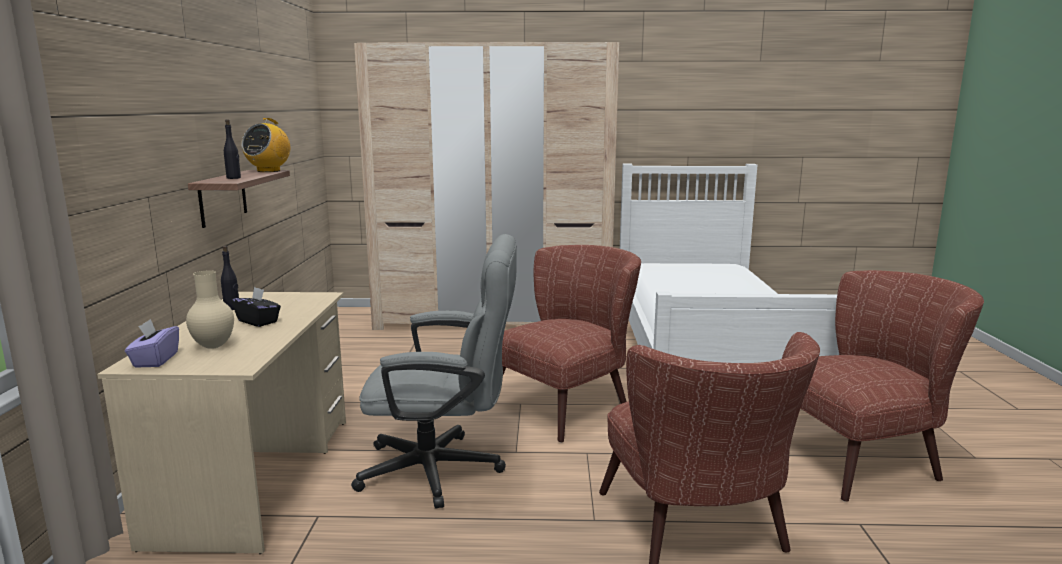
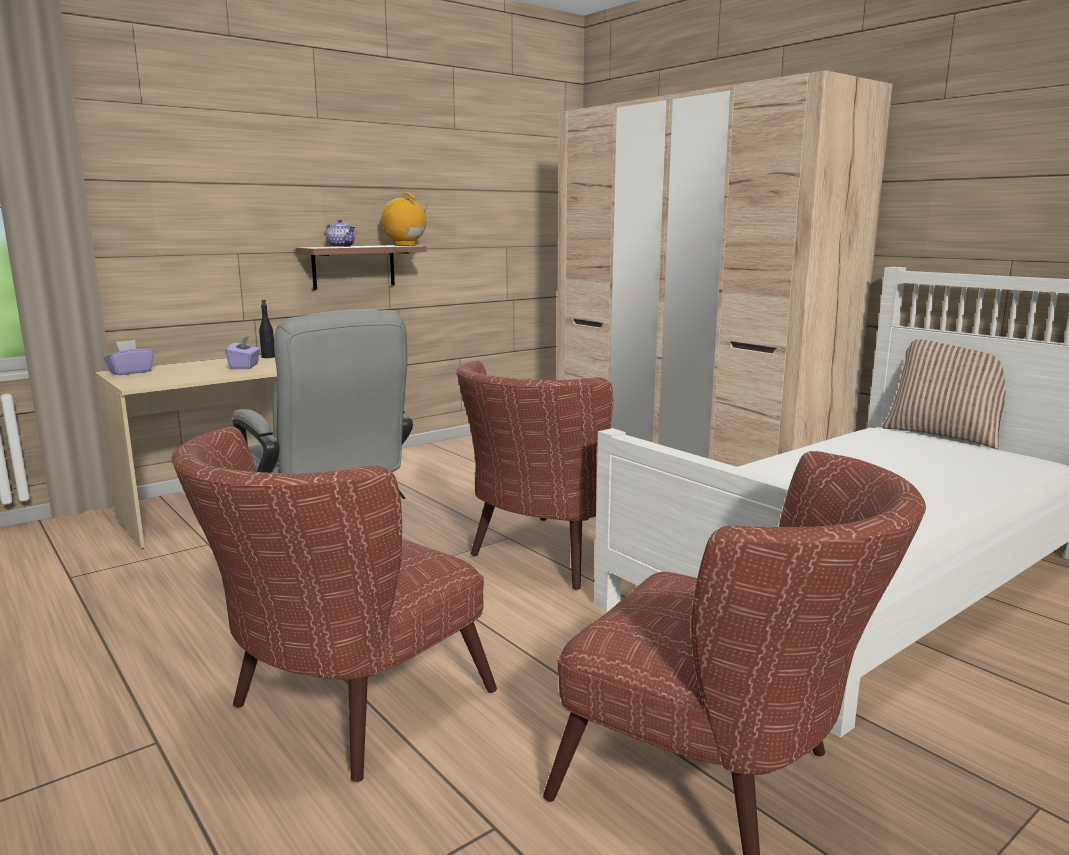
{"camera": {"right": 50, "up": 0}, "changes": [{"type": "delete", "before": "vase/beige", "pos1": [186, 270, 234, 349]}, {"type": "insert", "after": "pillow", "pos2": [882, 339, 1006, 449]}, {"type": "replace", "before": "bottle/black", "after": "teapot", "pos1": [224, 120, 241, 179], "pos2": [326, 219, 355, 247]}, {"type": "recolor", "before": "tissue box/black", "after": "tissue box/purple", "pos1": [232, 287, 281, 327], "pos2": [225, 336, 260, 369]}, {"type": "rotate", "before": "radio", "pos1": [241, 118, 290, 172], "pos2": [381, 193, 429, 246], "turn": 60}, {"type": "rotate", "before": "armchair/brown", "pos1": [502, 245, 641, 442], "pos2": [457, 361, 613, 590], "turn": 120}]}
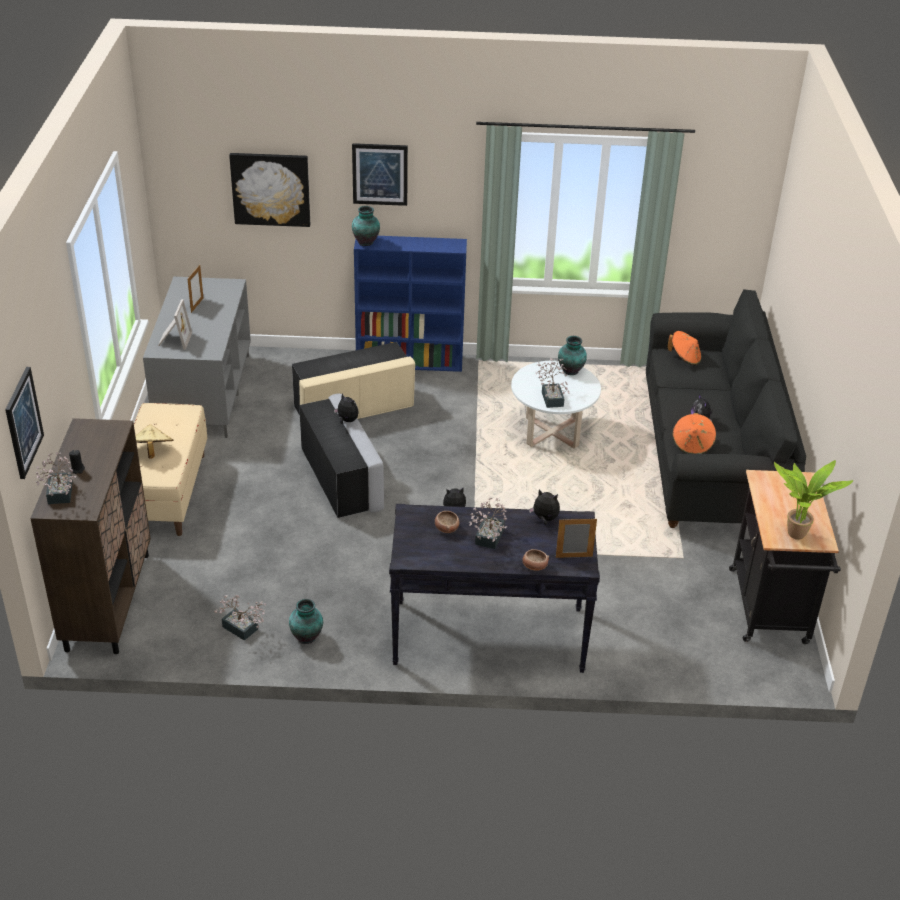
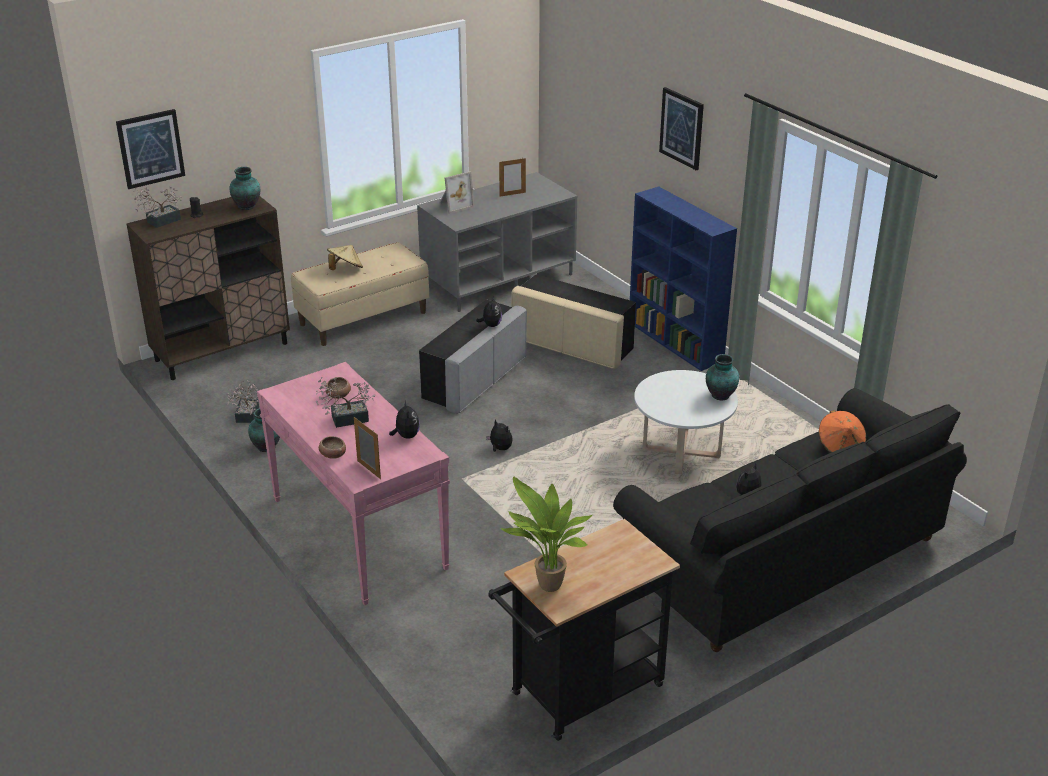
{"camera": {"right": 55, "up": -5}, "changes": [{"type": "delete", "before": "picture", "pos1": [229, 153, 310, 227]}, {"type": "delete", "before": "potted plant", "pos1": [535, 358, 570, 408]}, {"type": "delete", "before": "hat/orange", "pos1": [672, 413, 716, 454]}, {"type": "move", "before": "vase", "pos1": [352, 206, 380, 246], "pos2": [229, 167, 260, 210]}, {"type": "recolor", "before": "console table/black", "after": "console table/pink", "pos1": [389, 504, 600, 673], "pos2": [257, 362, 450, 606]}]}
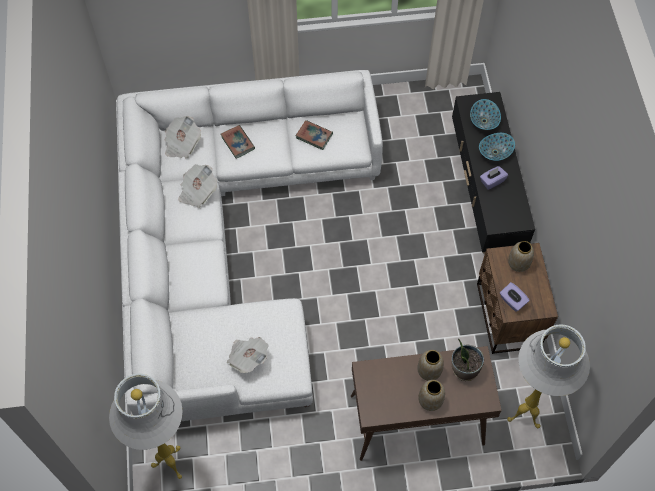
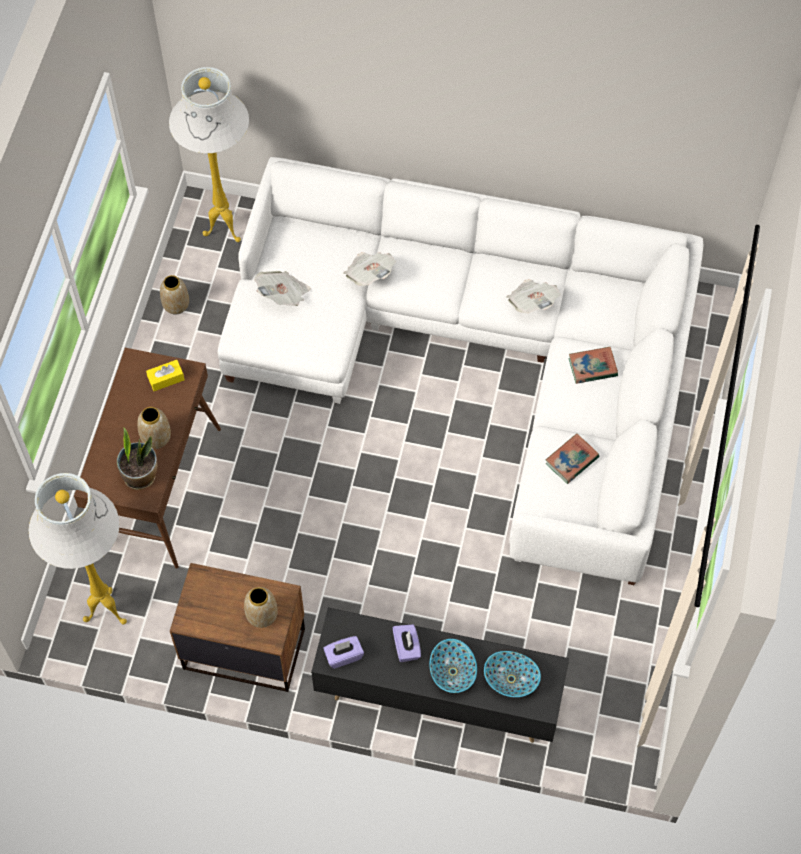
{"camera": {"right": 110, "up": 0}, "changes": [{"type": "insert", "after": "tissue box/yellow", "pos2": [146, 360, 184, 391]}, {"type": "move", "before": "newspaper", "pos1": [165, 116, 201, 158], "pos2": [343, 252, 396, 286]}, {"type": "move", "before": "vase", "pos1": [418, 380, 445, 411], "pos2": [160, 275, 189, 315]}, {"type": "move", "before": "tissue box/purple", "pos1": [500, 282, 530, 312], "pos2": [323, 636, 364, 669]}]}
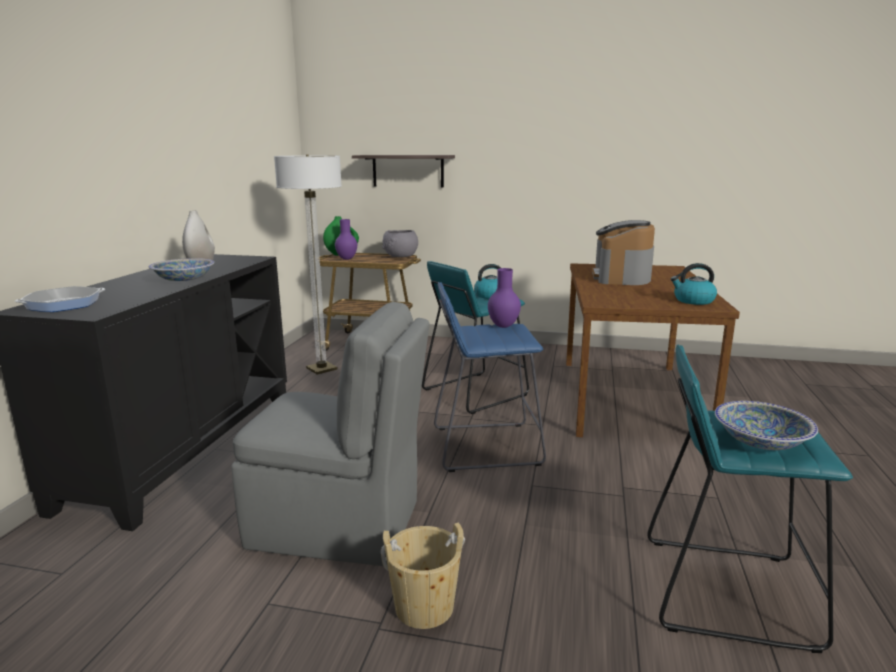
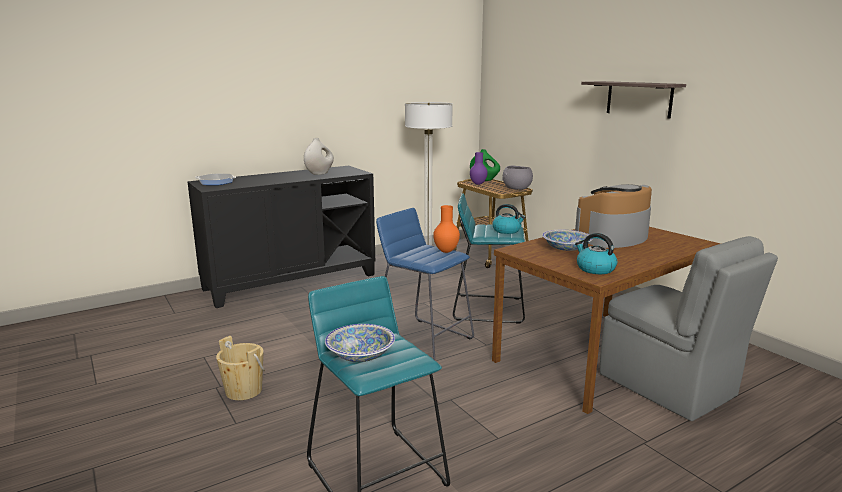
{"camera": {"right": 45, "up": 0}, "changes": [{"type": "move", "before": "bowl", "pos1": [149, 258, 214, 281], "pos2": [542, 230, 593, 251]}, {"type": "move", "before": "chair/grey", "pos1": [231, 302, 430, 566], "pos2": [600, 236, 778, 421]}, {"type": "move", "before": "shelf", "pos1": [352, 155, 455, 187], "pos2": [581, 81, 686, 119]}, {"type": "recolor", "before": "vase/purple", "after": "vase/orange", "pos1": [488, 268, 521, 328], "pos2": [433, 205, 460, 253]}]}
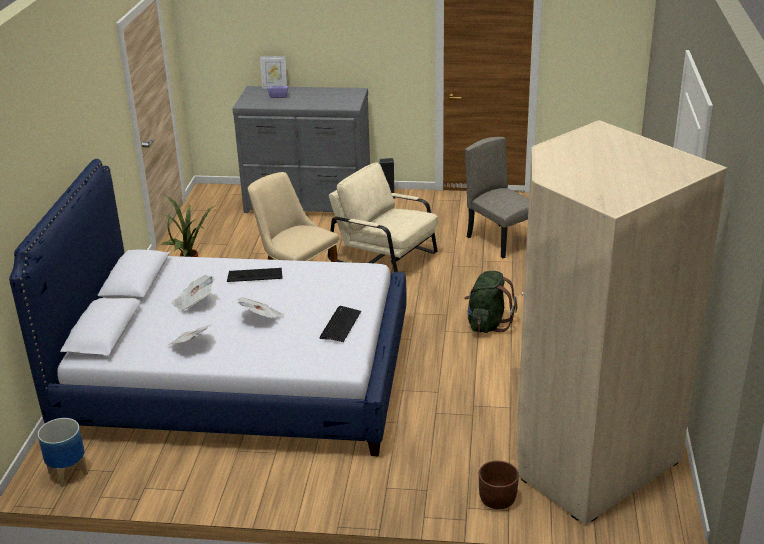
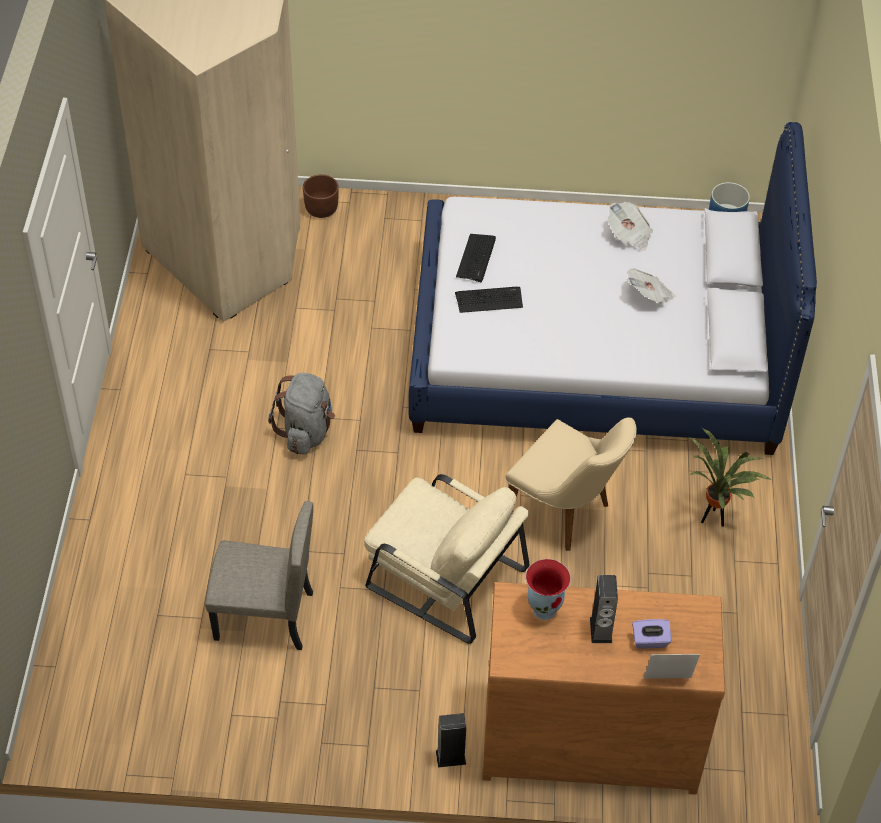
{"camera": {"right": 175, "up": 20}, "changes": [{"type": "delete", "before": "newspaper", "pos1": [237, 298, 284, 318]}, {"type": "insert", "after": "vase", "pos2": [526, 559, 571, 620]}, {"type": "insert", "after": "speaker", "pos2": [590, 575, 618, 643]}, {"type": "move", "before": "keyboard", "pos1": [227, 268, 283, 282], "pos2": [455, 287, 523, 313]}, {"type": "recolor", "before": "dresser/grey", "after": "dresser/brown", "pos1": [233, 86, 370, 213], "pos2": [482, 582, 725, 795]}, {"type": "recolor", "before": "backpack/green", "after": "backpack/grey", "pos1": [464, 271, 517, 333], "pos2": [268, 373, 335, 455]}, {"type": "rotate", "before": "chair/beige", "pos1": [465, 137, 529, 258], "pos2": [205, 501, 313, 650], "turn": -45}]}
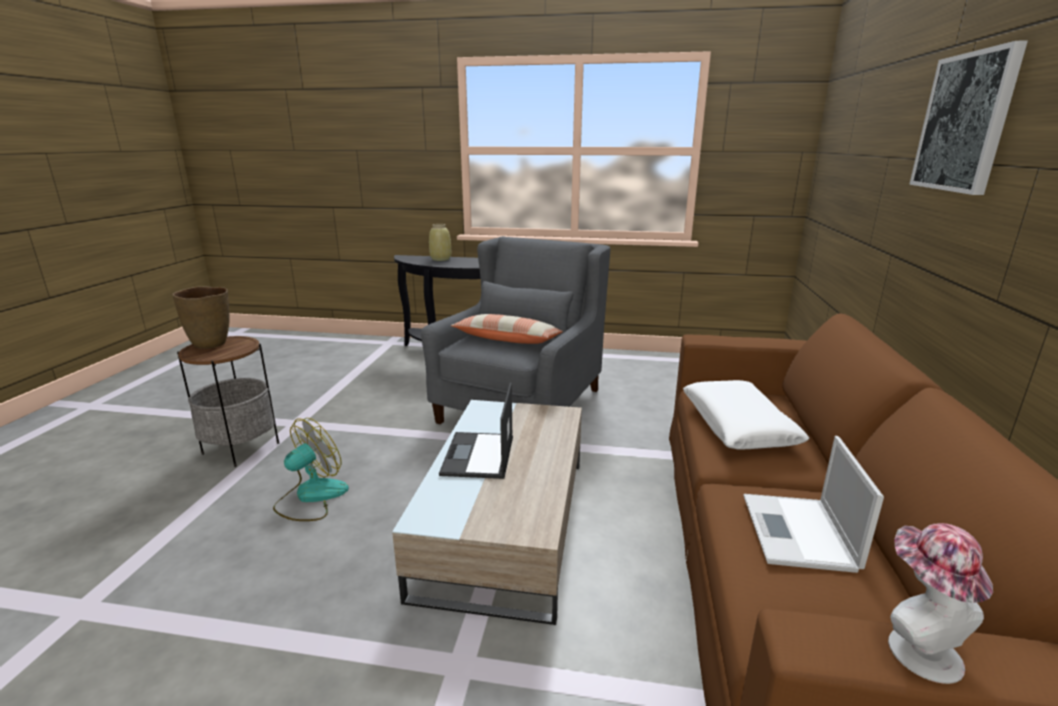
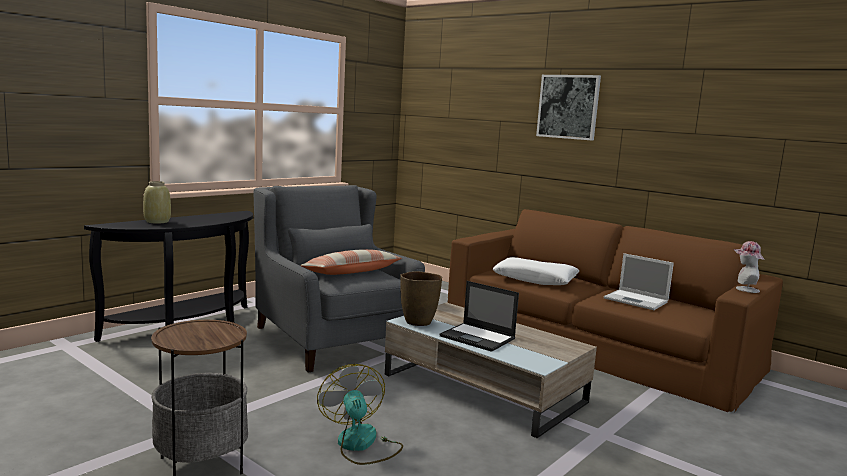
{"camera": {"right": -60, "up": -10}, "changes": [{"type": "move", "before": "vase/brown", "pos1": [172, 286, 229, 349], "pos2": [400, 271, 442, 326]}]}
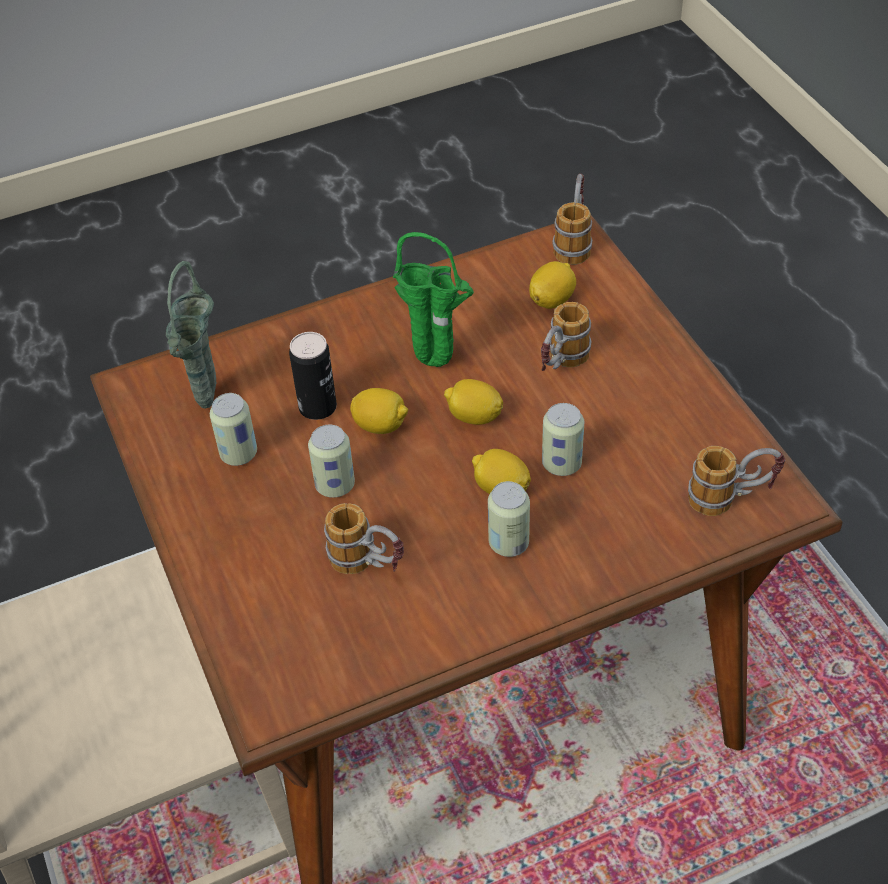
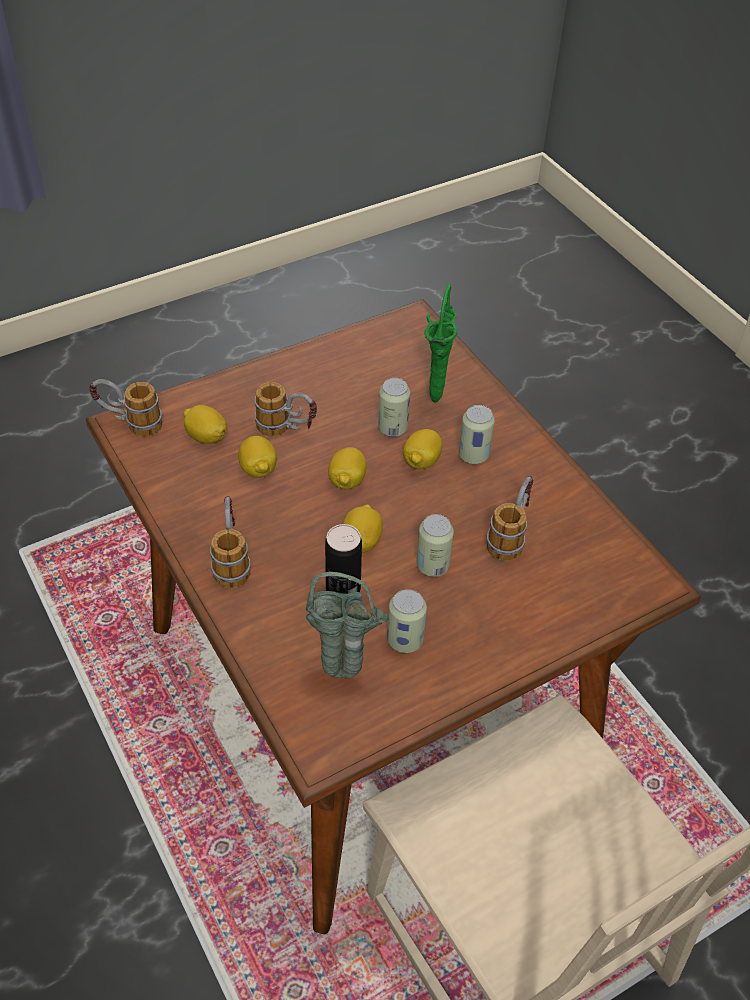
{"camera": {"right": -100, "up": 0}, "changes": [{"type": "insert", "after": "lemon", "pos2": [238, 436, 277, 478]}, {"type": "move", "before": "vase/green", "pos1": [393, 232, 474, 367], "pos2": [424, 283, 457, 402]}, {"type": "move", "before": "mug", "pos1": [688, 446, 785, 516], "pos2": [210, 496, 251, 588]}]}
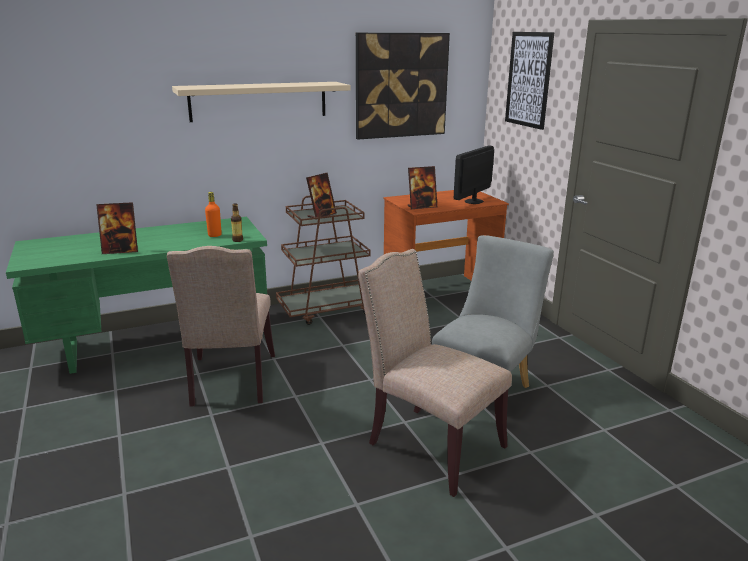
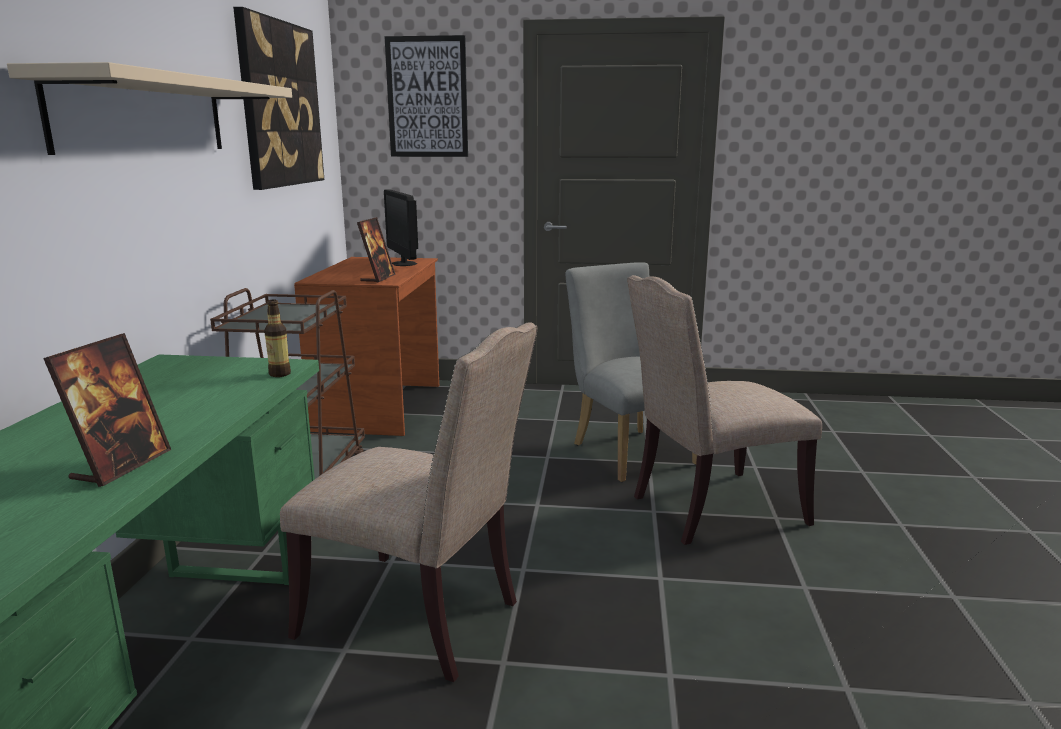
{"camera": {"right": -60, "up": -5}, "changes": [{"type": "delete", "before": "bottle/orange", "pos1": [205, 192, 222, 237]}, {"type": "delete", "before": "picture frame", "pos1": [306, 172, 337, 220]}]}
